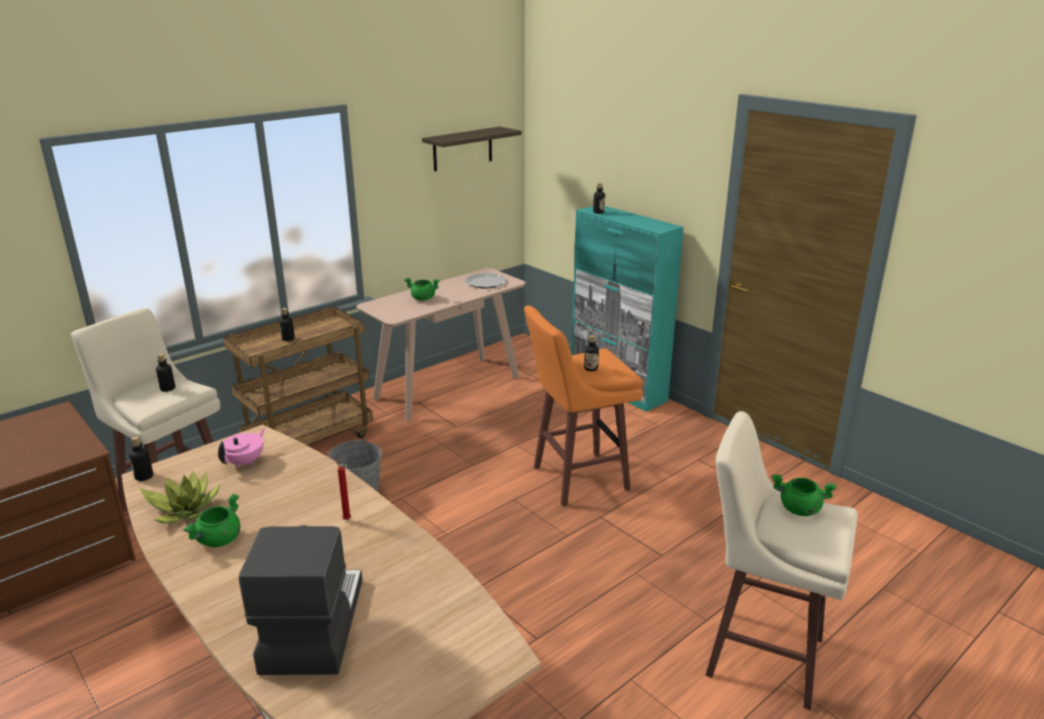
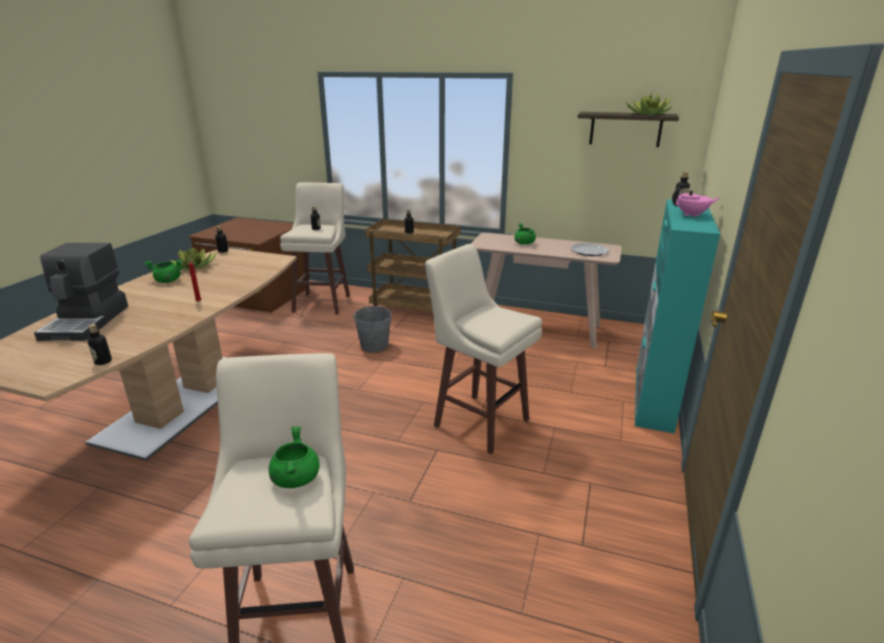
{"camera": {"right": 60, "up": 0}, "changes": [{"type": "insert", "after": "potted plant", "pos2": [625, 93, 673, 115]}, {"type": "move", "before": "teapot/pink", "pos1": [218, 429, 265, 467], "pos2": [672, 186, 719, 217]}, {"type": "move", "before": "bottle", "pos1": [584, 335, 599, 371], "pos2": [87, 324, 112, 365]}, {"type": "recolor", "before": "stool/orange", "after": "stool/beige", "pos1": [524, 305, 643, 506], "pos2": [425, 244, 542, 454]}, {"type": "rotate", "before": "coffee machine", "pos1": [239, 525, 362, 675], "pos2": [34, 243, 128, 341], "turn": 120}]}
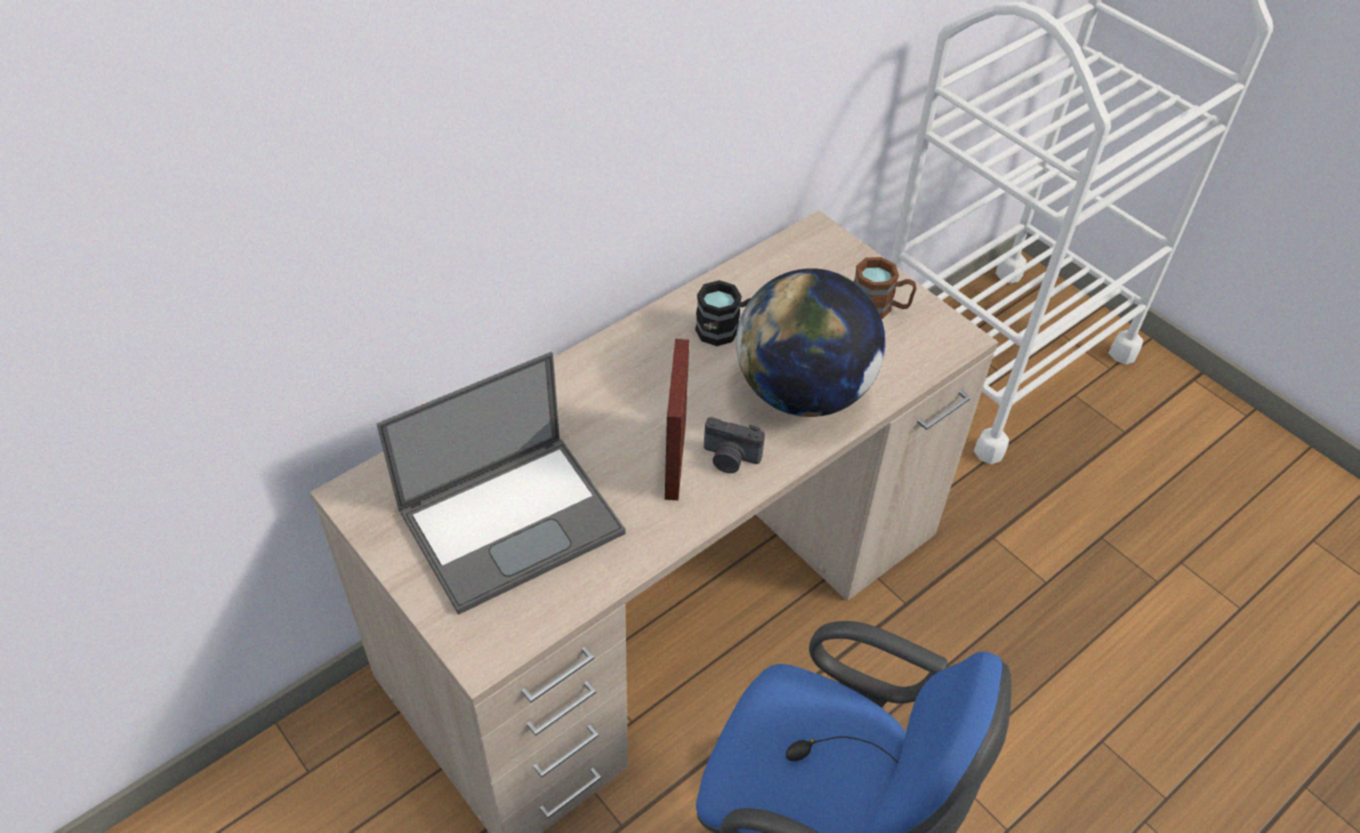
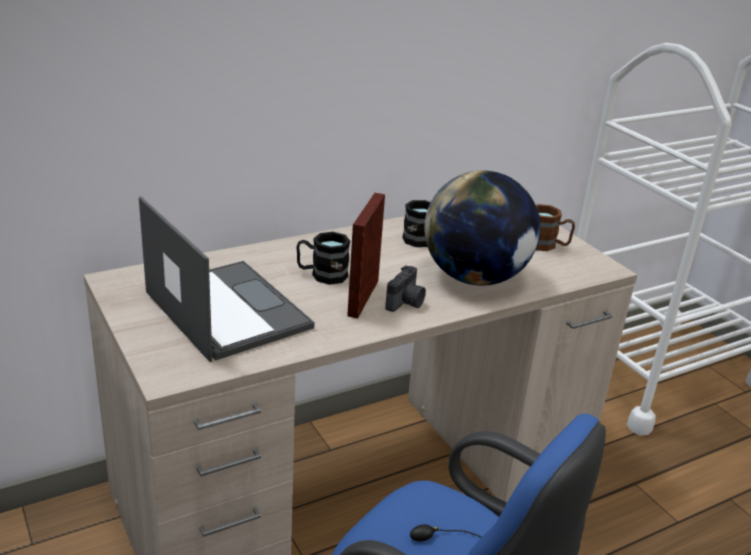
{"camera": {"right": 10, "up": -20}, "changes": [{"type": "insert", "after": "mug/black", "pos2": [296, 232, 350, 285]}, {"type": "rotate", "before": "laptop", "pos1": [377, 352, 625, 615], "pos2": [139, 197, 315, 362], "turn": -105}, {"type": "rotate", "before": "photo camera", "pos1": [704, 417, 765, 473], "pos2": [385, 265, 426, 312], "turn": -90}]}
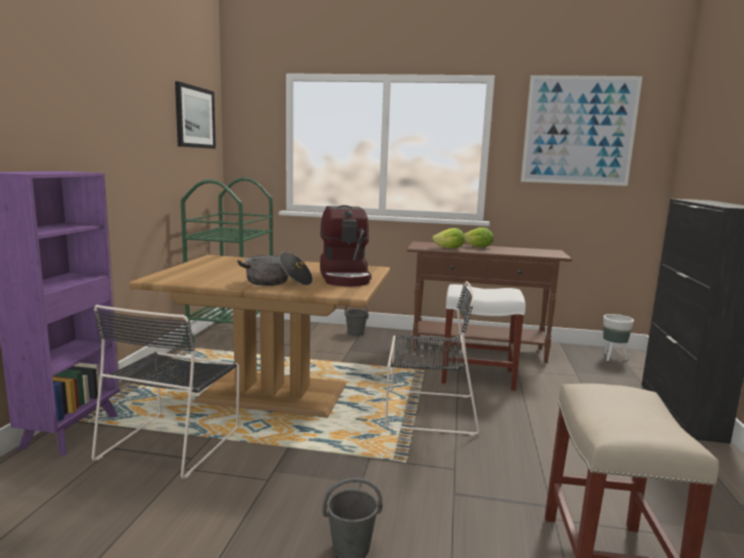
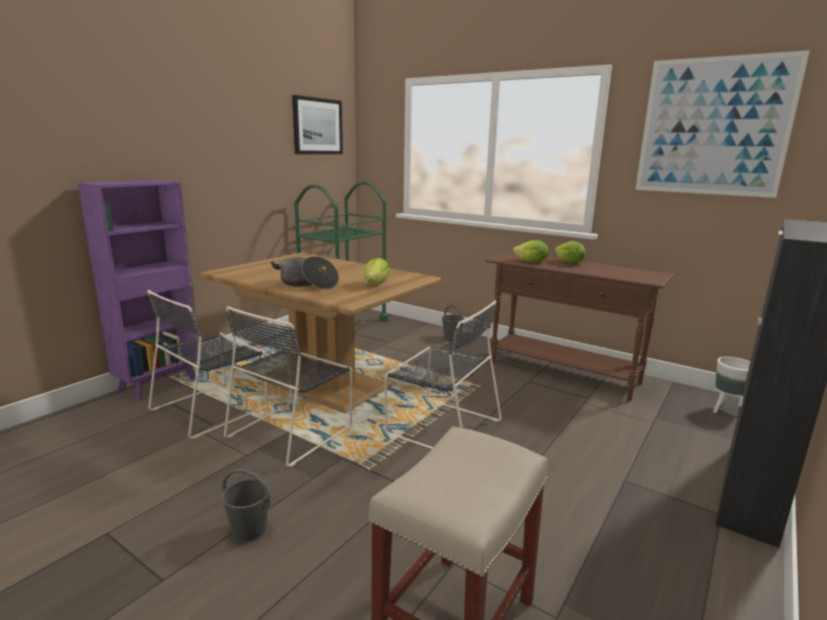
{"camera": {"right": 25, "up": 5}, "changes": [{"type": "delete", "before": "stool/white", "pos1": [441, 284, 526, 391]}, {"type": "insert", "after": "chair/black", "pos2": [224, 306, 353, 467]}, {"type": "replace", "before": "coffee machine", "after": "lettuce", "pos1": [320, 205, 372, 286], "pos2": [364, 258, 390, 285]}]}
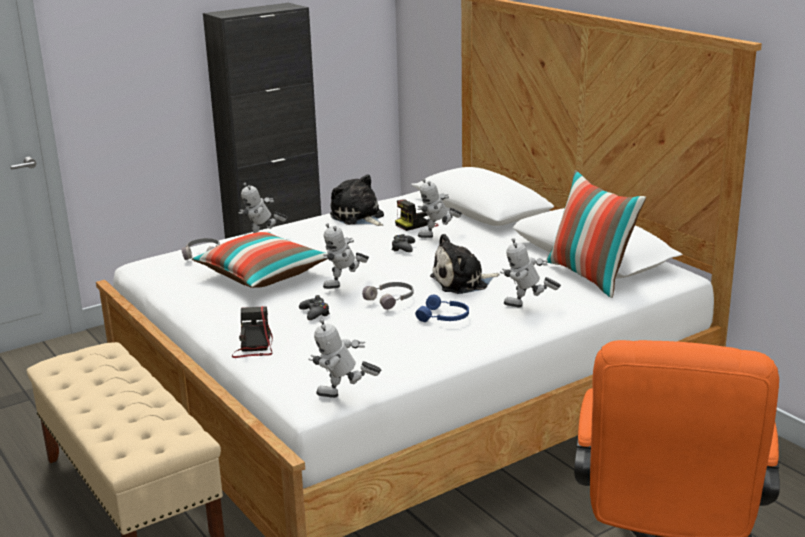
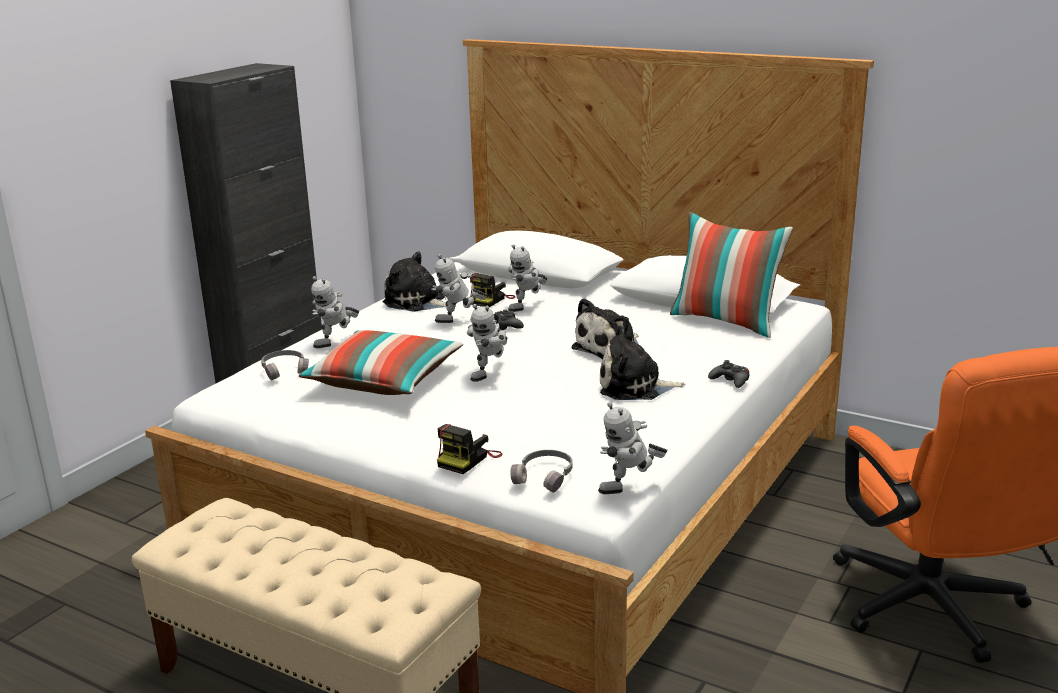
{"camera": {"right": -25, "up": 0}, "changes": [{"type": "move", "before": "game controller/black", "pos1": [299, 295, 330, 320], "pos2": [708, 360, 749, 388]}, {"type": "move", "before": "headphones/grey", "pos1": [362, 282, 413, 310], "pos2": [510, 450, 573, 493]}, {"type": "move", "before": "toy robot", "pos1": [500, 238, 561, 307], "pos2": [431, 254, 488, 323]}, {"type": "replace", "before": "headphones/blue", "after": "plush toy", "pos1": [415, 295, 469, 322], "pos2": [600, 326, 686, 400]}, {"type": "rotate", "before": "photo camera", "pos1": [232, 306, 273, 358], "pos2": [437, 424, 502, 474], "turn": -120}]}
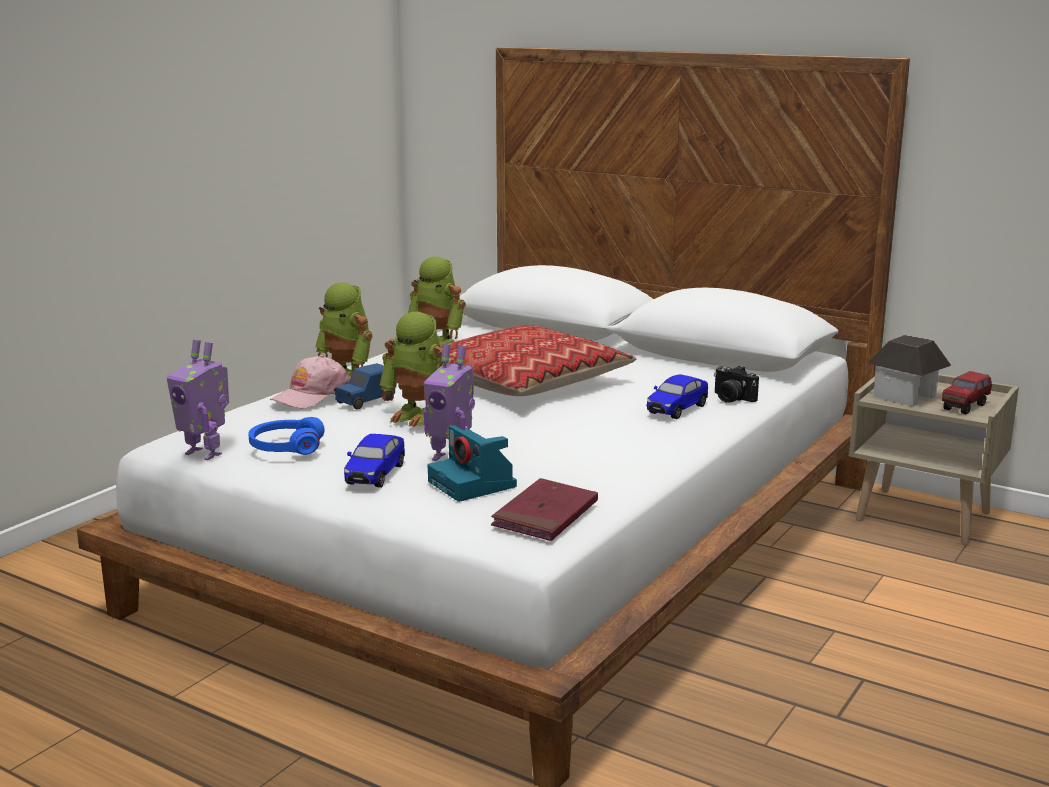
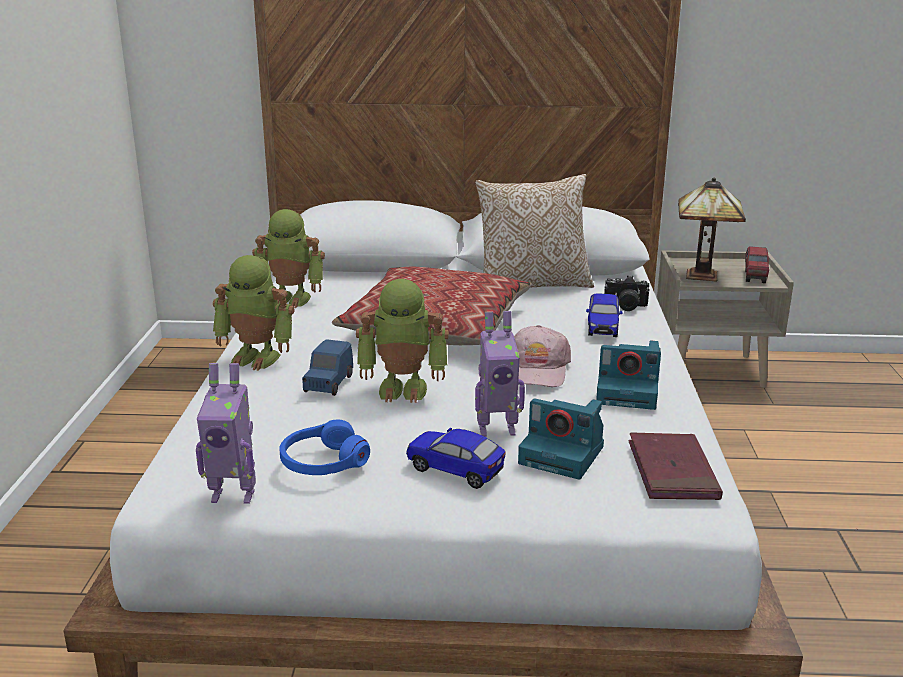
{"camera": {"right": -30, "up": 5}, "changes": [{"type": "insert", "after": "pillow", "pos2": [475, 174, 594, 288]}, {"type": "insert", "after": "photo camera", "pos2": [596, 340, 661, 410]}, {"type": "move", "before": "cap/pink", "pos1": [270, 355, 350, 408], "pos2": [514, 325, 571, 387]}, {"type": "replace", "before": "toy house", "after": "table lamp", "pos1": [867, 335, 951, 406], "pos2": [678, 178, 746, 282]}, {"type": "rotate", "before": "toy car", "pos1": [344, 434, 405, 488], "pos2": [406, 428, 505, 489], "turn": 135}]}
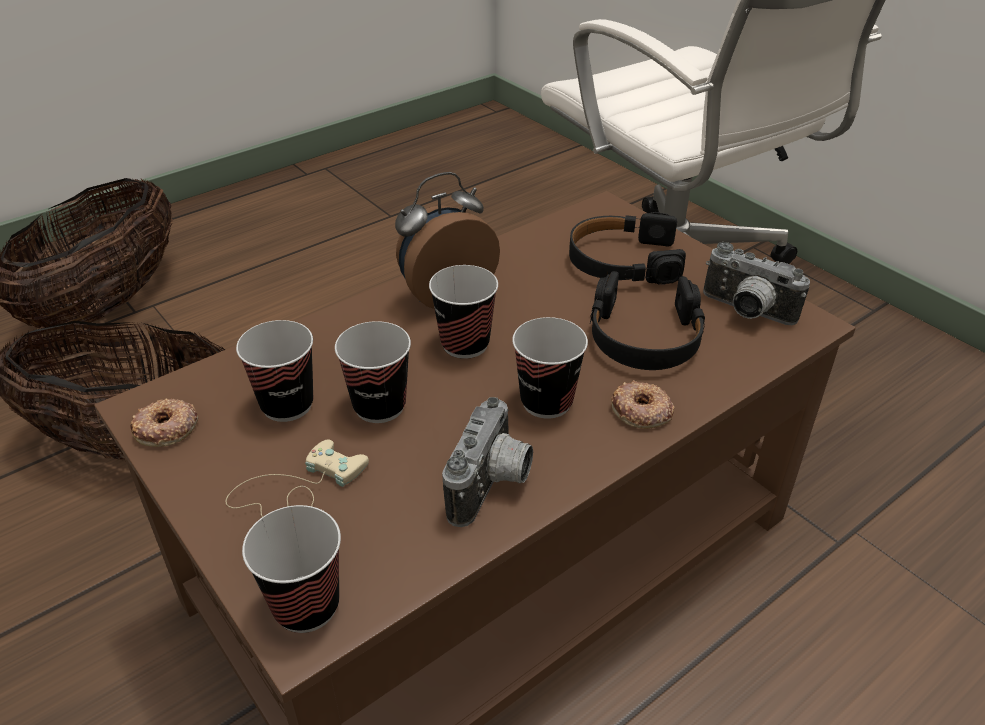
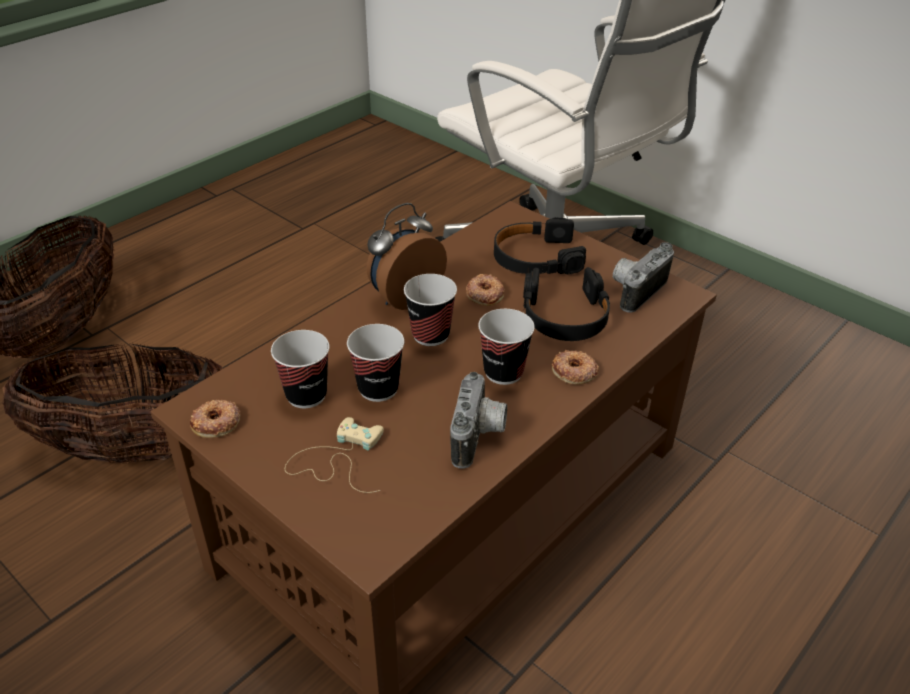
{"camera": {"right": -10, "up": 0}, "changes": [{"type": "delete", "before": "cup", "pos1": [242, 505, 341, 633]}, {"type": "insert", "after": "donut", "pos2": [466, 274, 505, 306]}, {"type": "rotate", "before": "photo camera", "pos1": [703, 242, 810, 325], "pos2": [613, 242, 674, 313], "turn": 105}]}
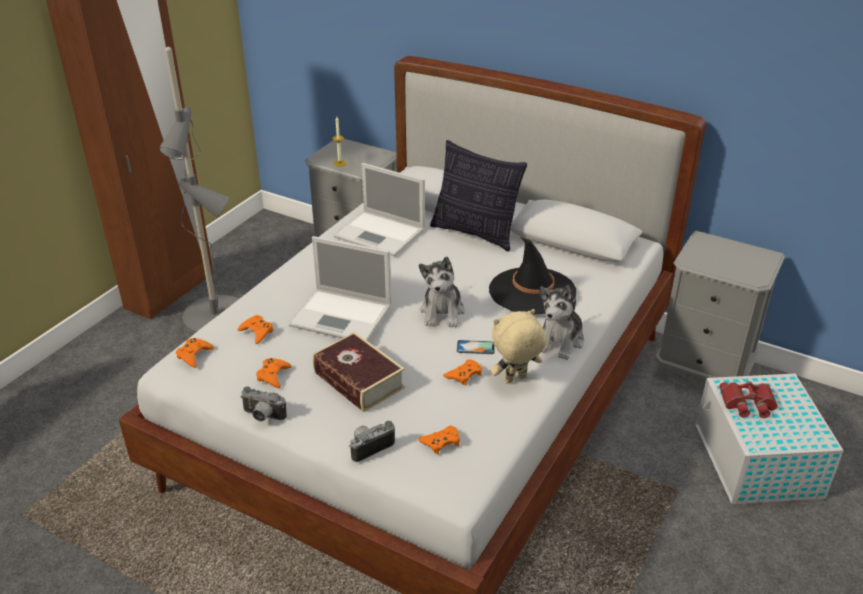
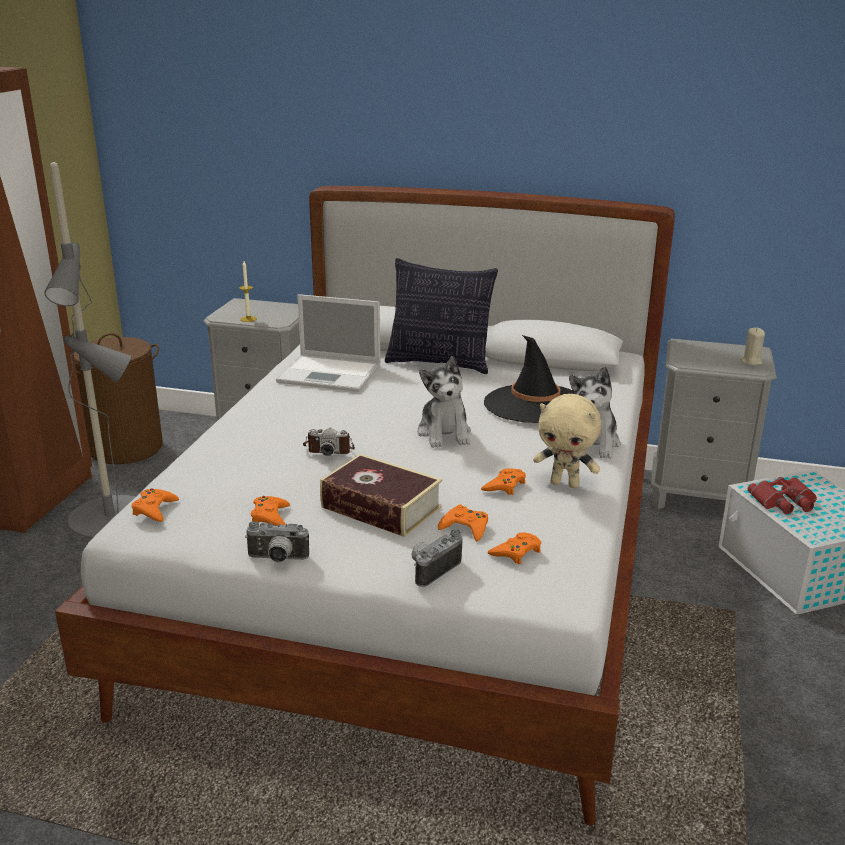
{"camera": {"right": -15, "up": -10}, "changes": [{"type": "delete", "before": "phone", "pos1": [457, 340, 495, 354]}, {"type": "insert", "after": "laundry basket/brown", "pos2": [74, 333, 163, 464]}, {"type": "insert", "after": "candle/beige", "pos2": [740, 327, 765, 366]}, {"type": "move", "before": "game controller/orange", "pos1": [237, 315, 274, 344], "pos2": [438, 504, 488, 541]}, {"type": "replace", "before": "laptop", "after": "photo camera", "pos1": [289, 236, 392, 341], "pos2": [303, 428, 355, 456]}, {"type": "rotate", "before": "plush toy/beige", "pos1": [491, 309, 546, 384], "pos2": [533, 394, 601, 488], "turn": -120}]}
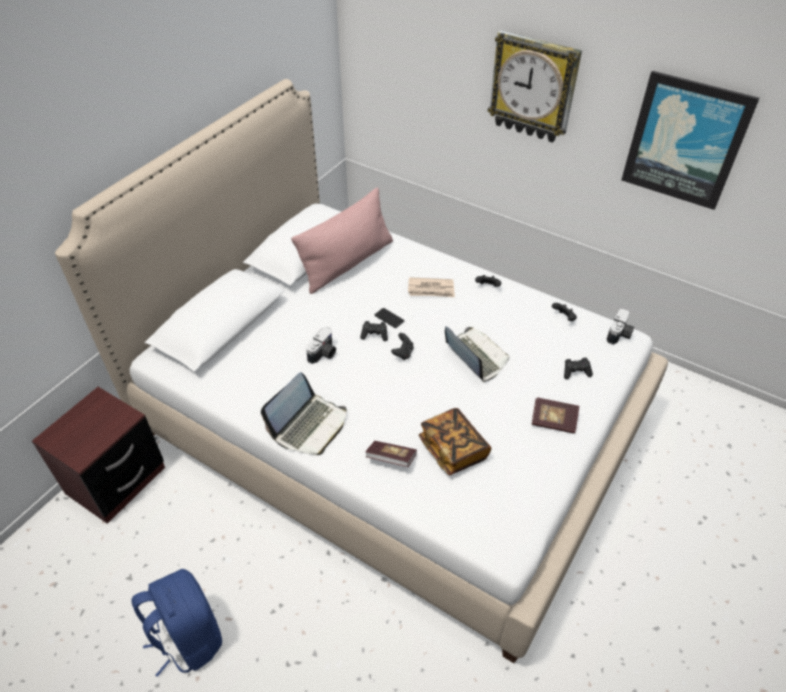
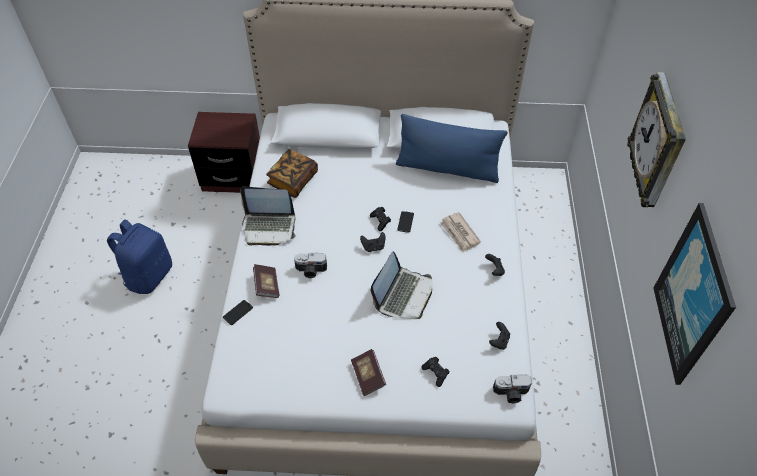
{"camera": {"right": 60, "up": 5}, "changes": [{"type": "insert", "after": "phone", "pos2": [223, 300, 253, 325]}, {"type": "move", "before": "photo camera", "pos1": [306, 327, 336, 364], "pos2": [294, 253, 327, 278]}, {"type": "move", "before": "book", "pos1": [419, 408, 491, 475], "pos2": [266, 149, 318, 198]}, {"type": "recolor", "before": "pillow/pink", "after": "pillow/blue", "pos1": [291, 187, 393, 294], "pos2": [396, 114, 508, 183]}]}
